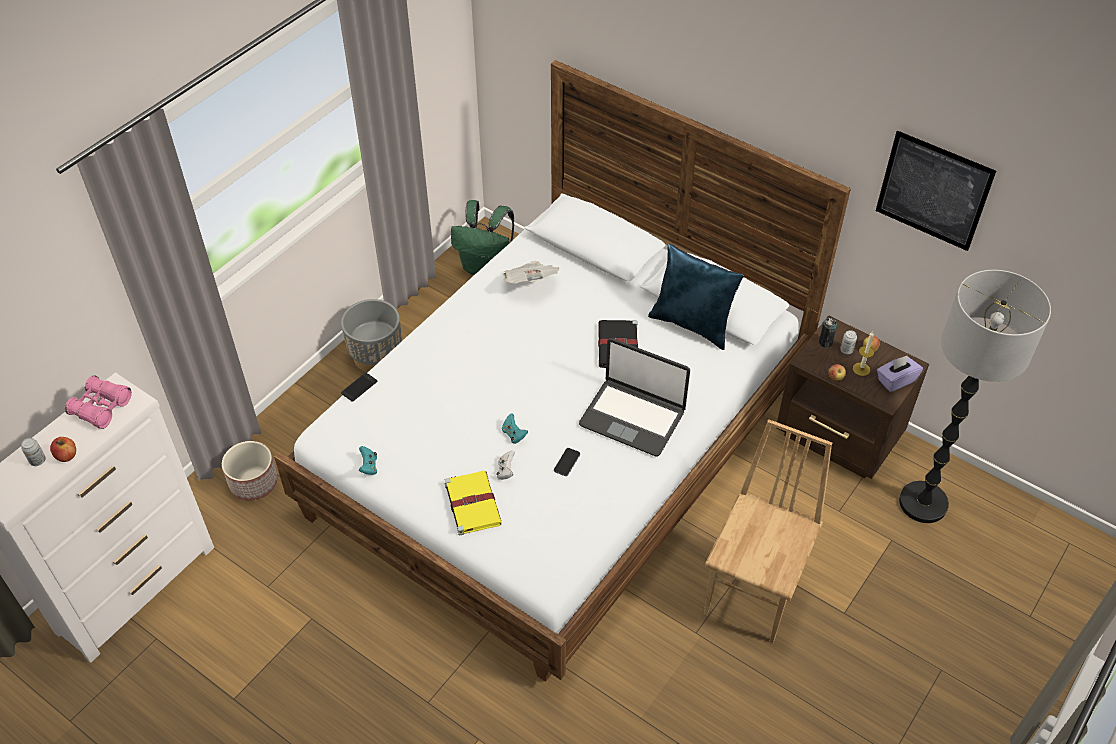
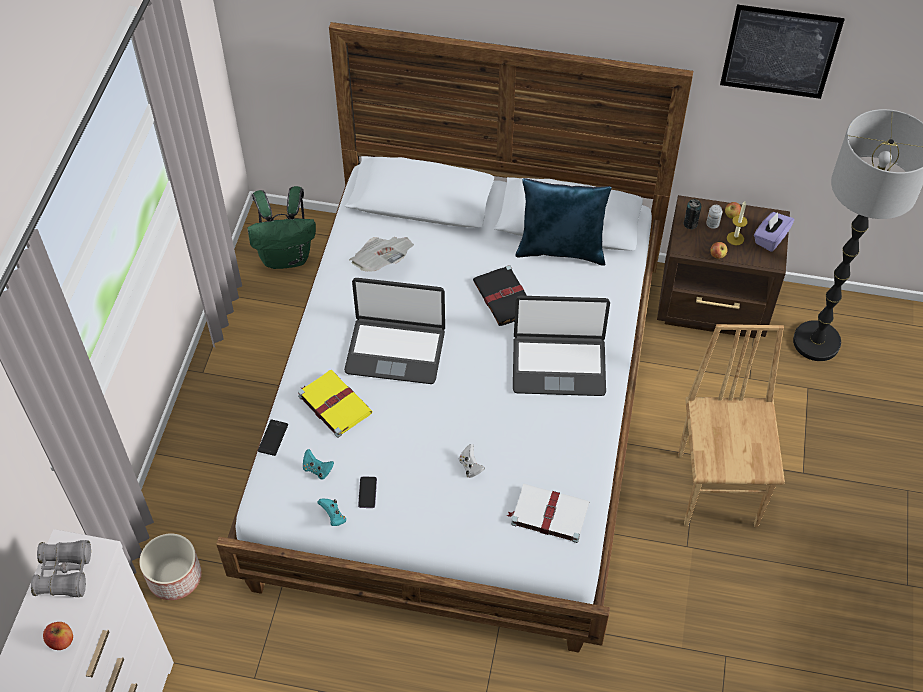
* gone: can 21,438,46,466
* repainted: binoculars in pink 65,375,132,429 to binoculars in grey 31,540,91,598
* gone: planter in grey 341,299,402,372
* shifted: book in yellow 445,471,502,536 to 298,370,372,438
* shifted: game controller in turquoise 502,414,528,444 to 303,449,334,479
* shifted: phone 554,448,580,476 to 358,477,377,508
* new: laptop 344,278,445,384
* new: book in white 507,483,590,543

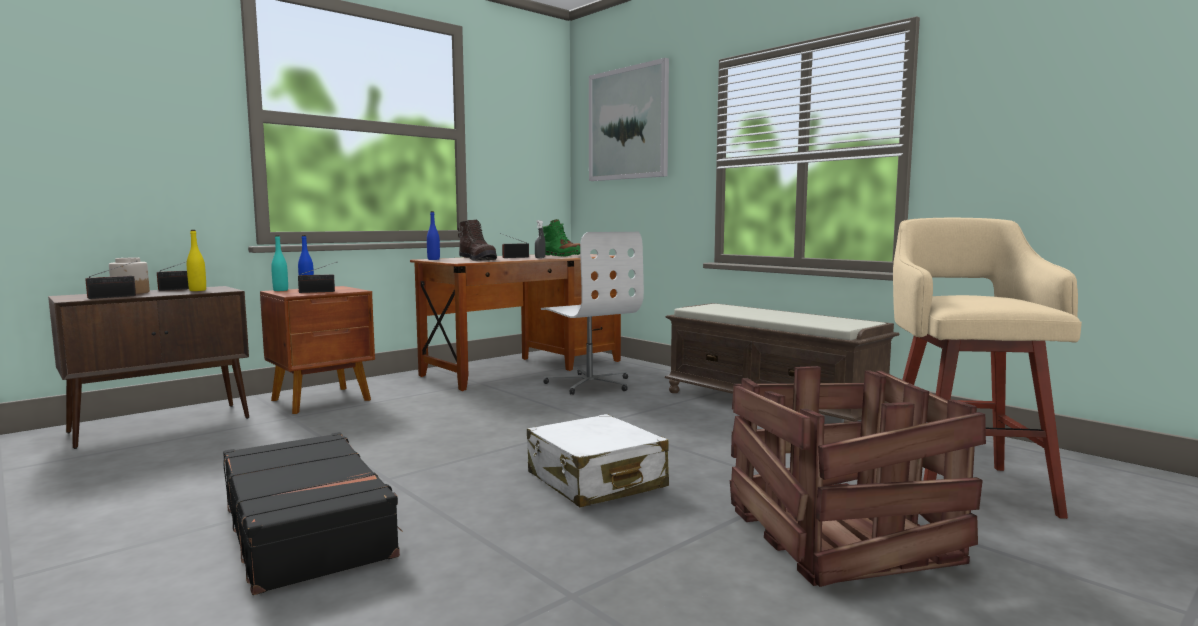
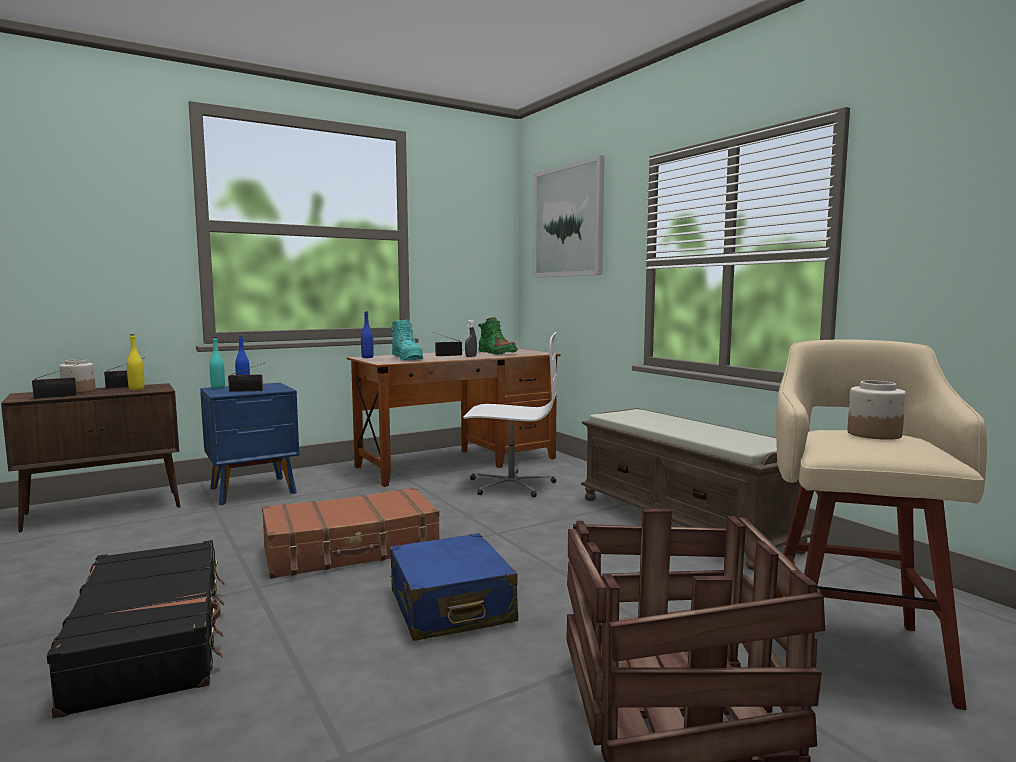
* repainted: nightstand in brown 260,286,375,414 to nightstand in blue 200,383,299,505
* repainted: boot in brown 458,220,497,261 to boot in turquoise 391,319,423,360
* repainted: suitcase in white 527,414,669,507 to suitcase in blue 390,533,518,641
* rotated: office chair in white 541,232,644,395 = 463,332,557,497 60 degrees counterclockwise
* new: suitcase in brown 262,487,439,579
* new: jar 847,381,906,440

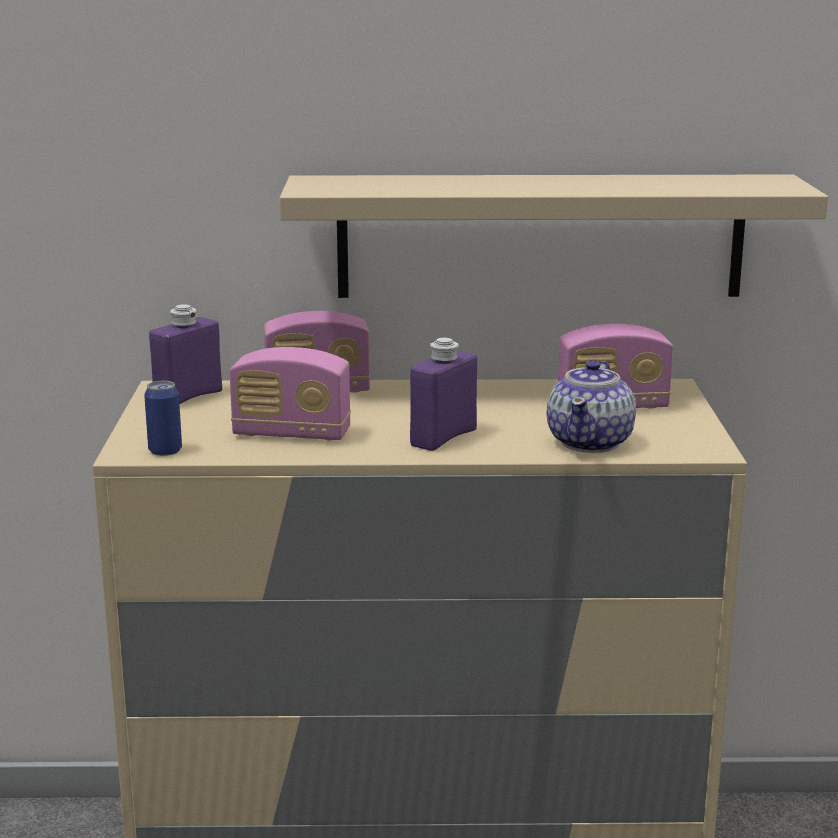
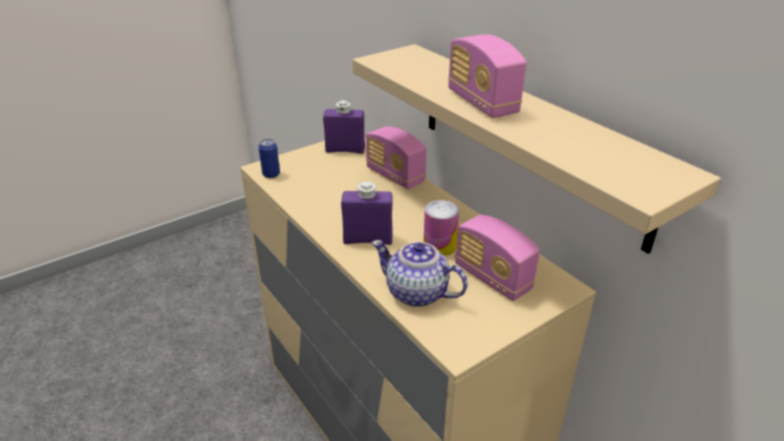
* shifted: radio 229,347,351,440 to 448,34,526,118
* rotated: teapot 547,360,636,453 = 372,240,468,307 45 degrees clockwise
* new: can 424,200,459,256

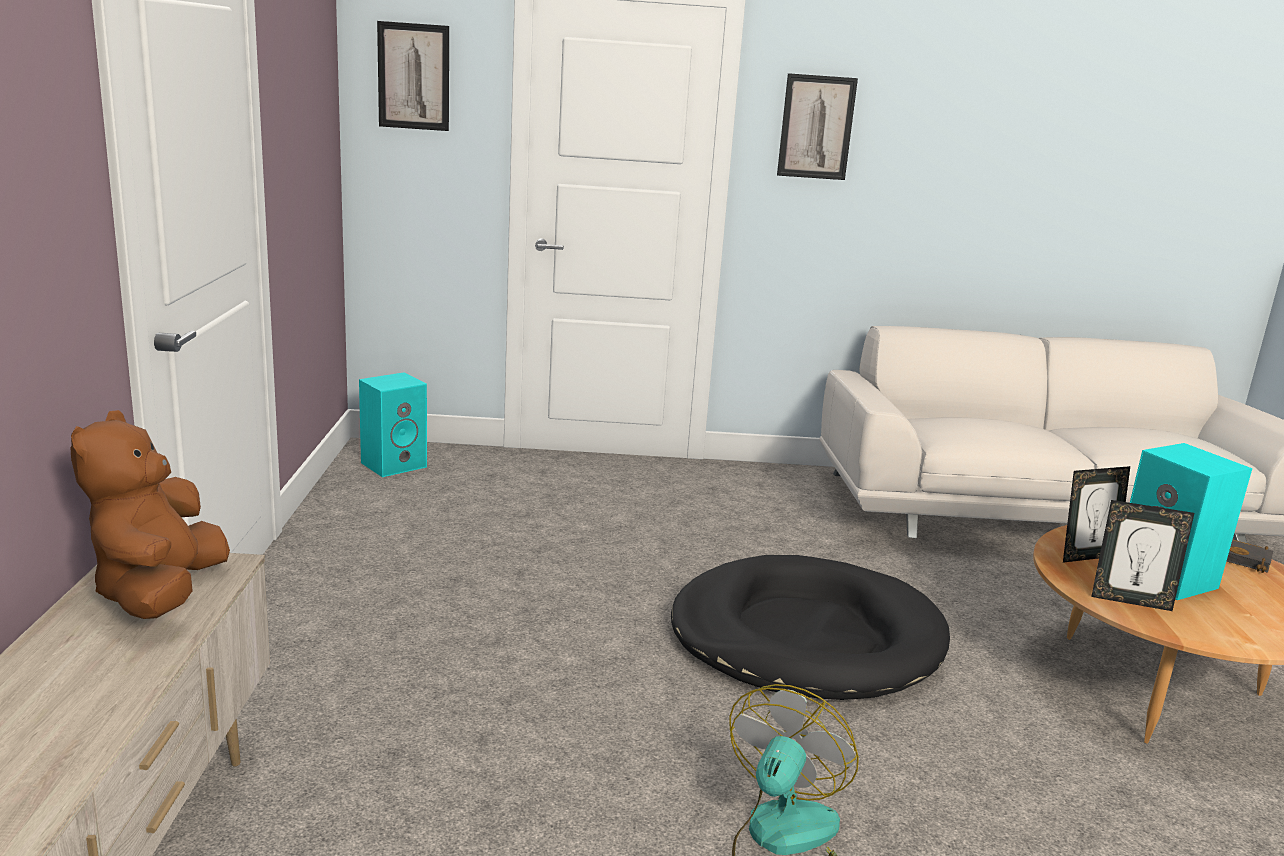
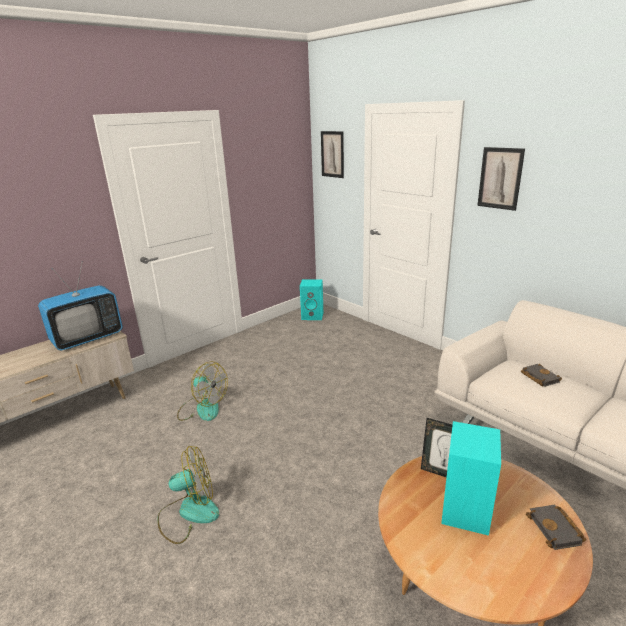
* swapped: plush toy in brown 70,410,230,619 to television 38,261,123,351
* gone: dog bed in black 671,555,950,700
* gone: picture frame 1091,500,1194,611
* new: fan 177,361,228,421
* new: book in black 521,364,562,387

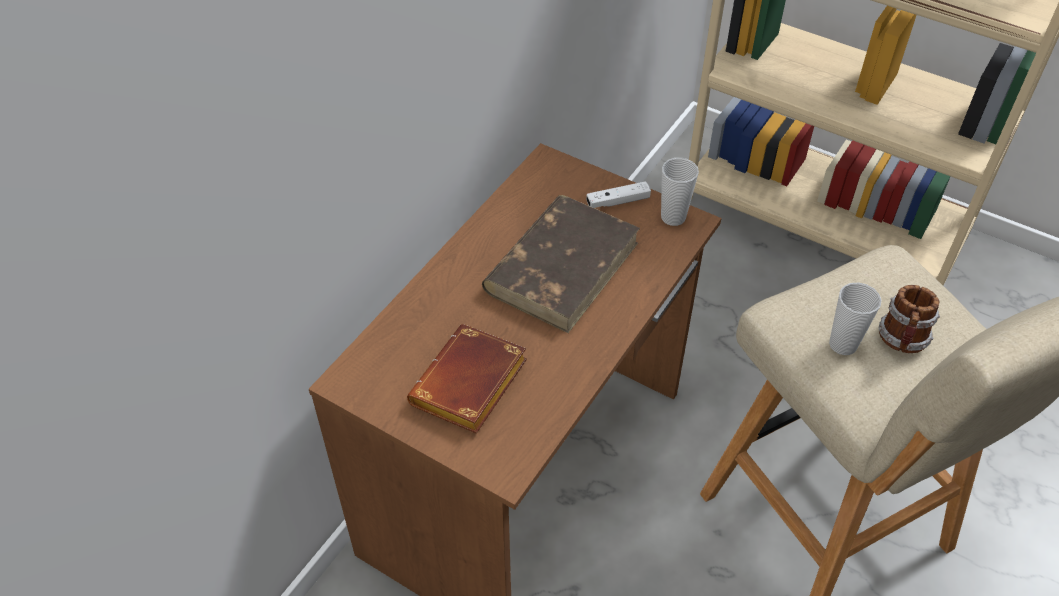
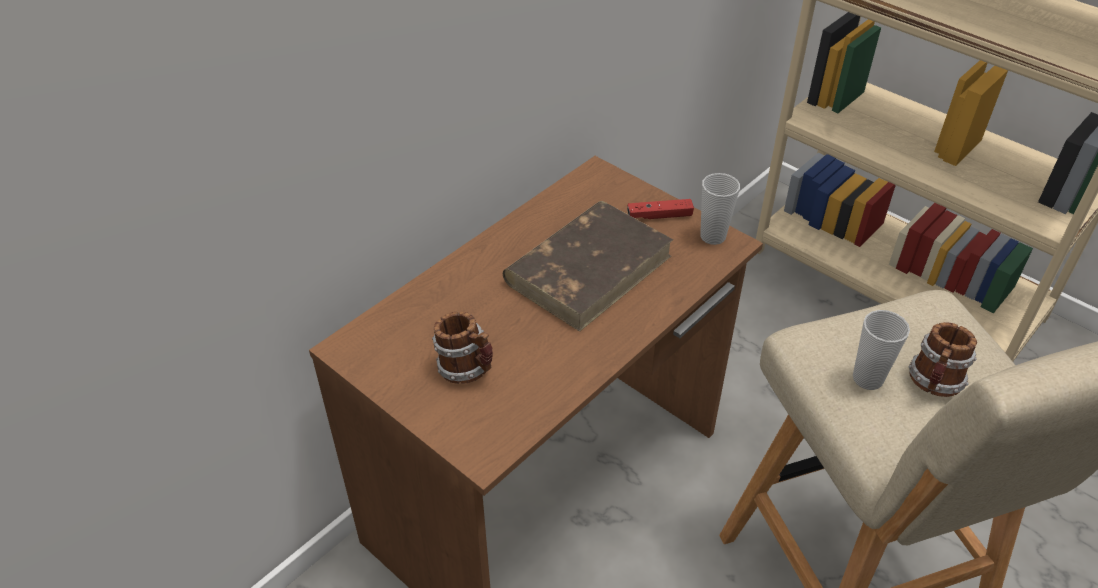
* swapped: book in brown 407,324,527,434 to mug 432,311,493,384
* repainted: game controller in white 586,181,651,208 to game controller in red 627,199,694,219

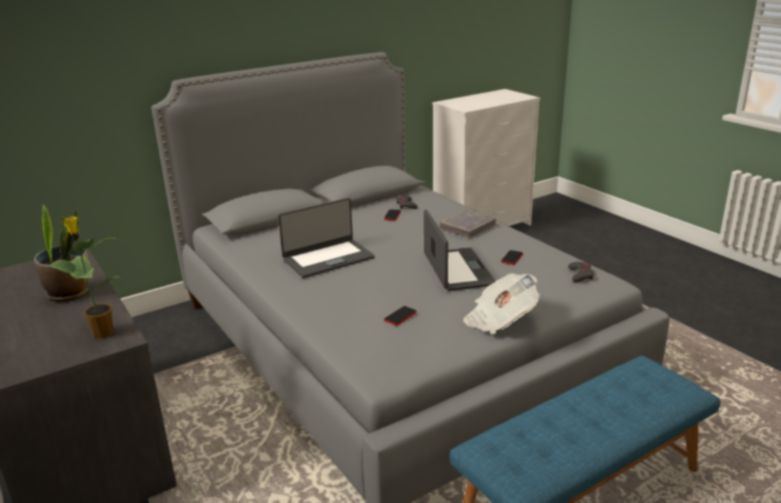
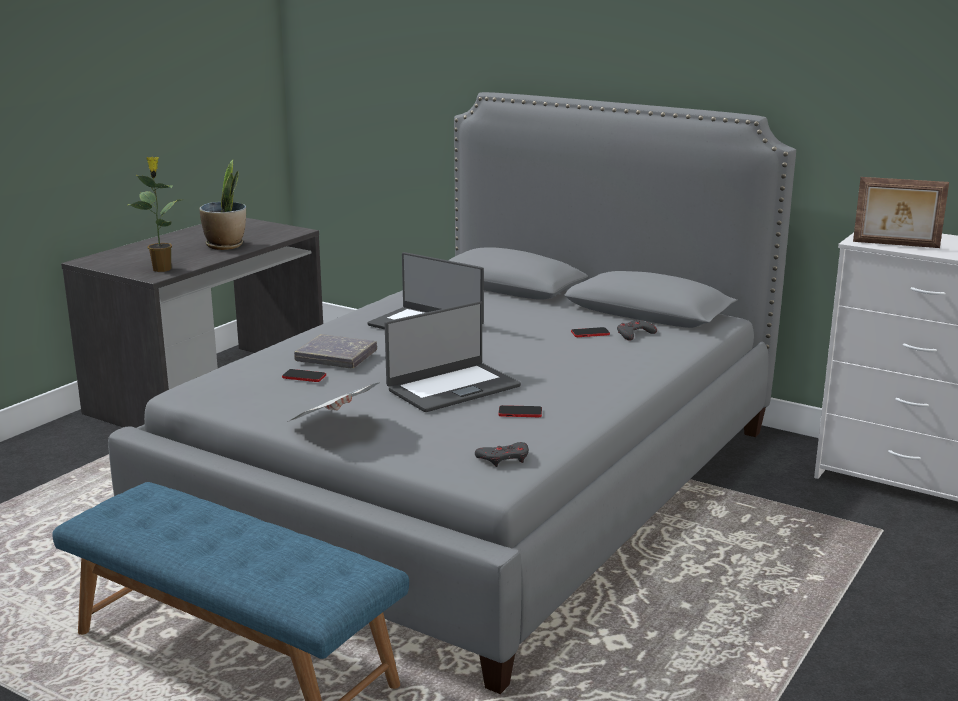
* shifted: book in grey 440,210,496,237 to 294,334,377,368
* new: picture frame 853,177,949,248

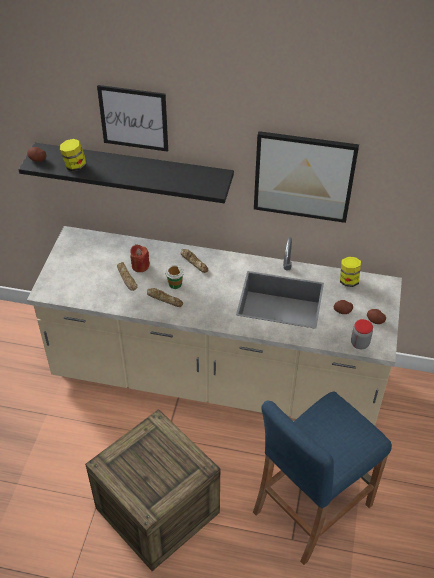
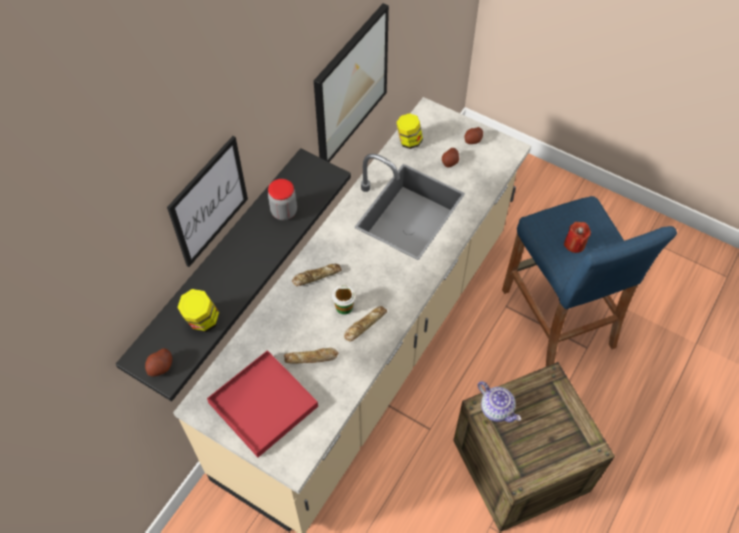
* shifted: candle in red 130,244,150,272 to 564,222,591,253
* shifted: jar 351,319,373,349 to 268,179,297,220
* new: tray in red 207,350,318,457
* new: teapot 478,381,521,422

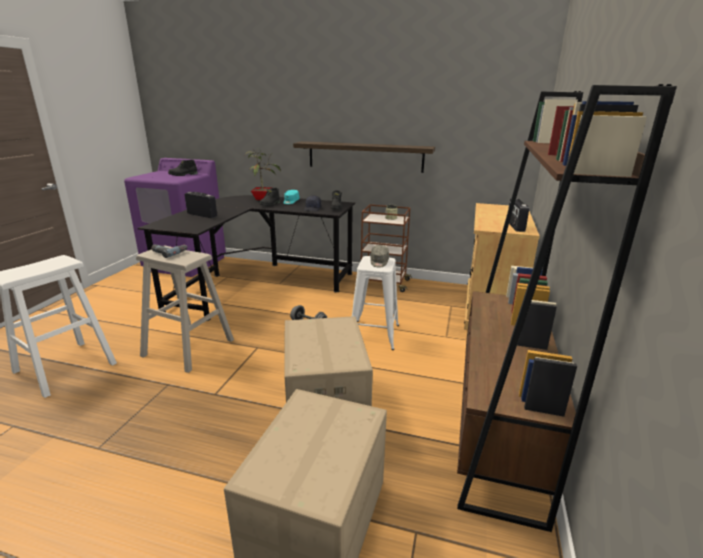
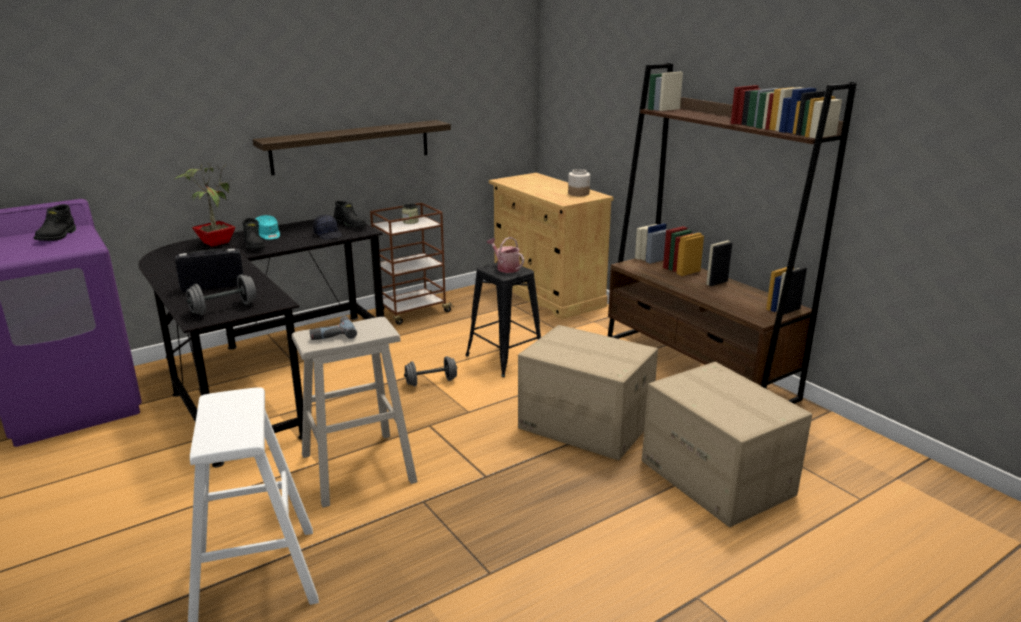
* repainted: stool in white 352,256,399,350 to stool in black 465,262,541,377
* swapped: cap in grey 371,245,389,267 to watering can 487,237,524,273
* swapped: radio 508,198,529,232 to jar 568,169,590,196
* new: dumbbell in grey 186,274,257,315

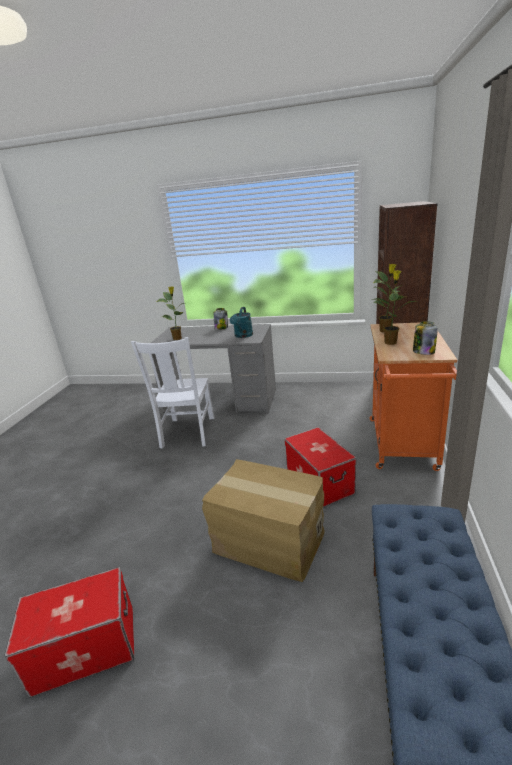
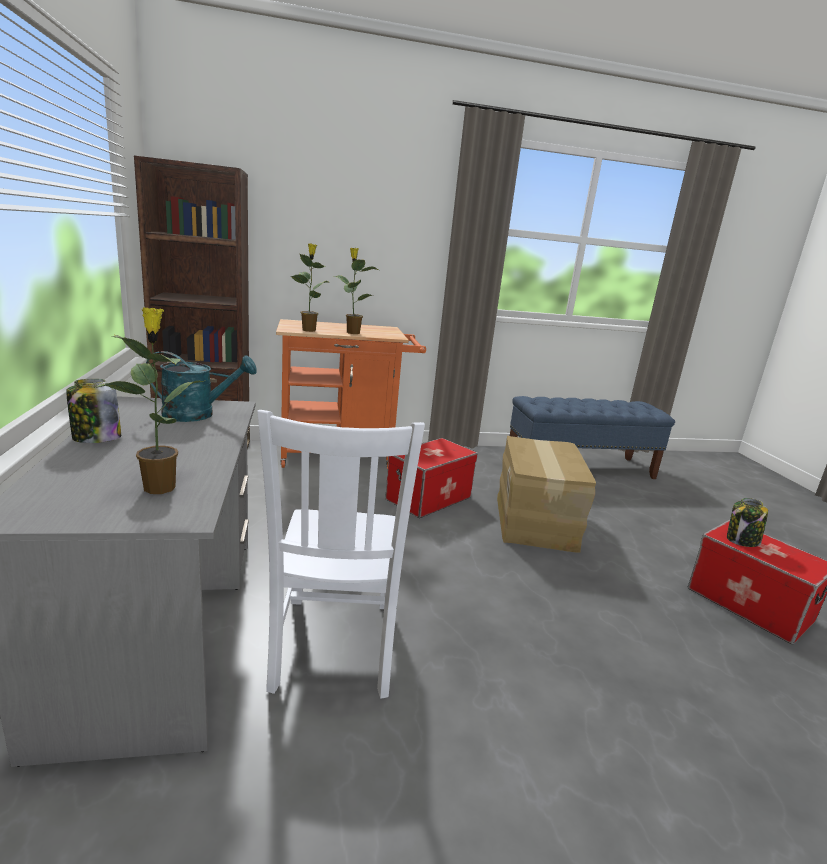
* rotated: chair in white 131,337,214,448 = 257,410,425,699 105 degrees clockwise
* shifted: jar 413,321,438,355 to 727,498,768,547

